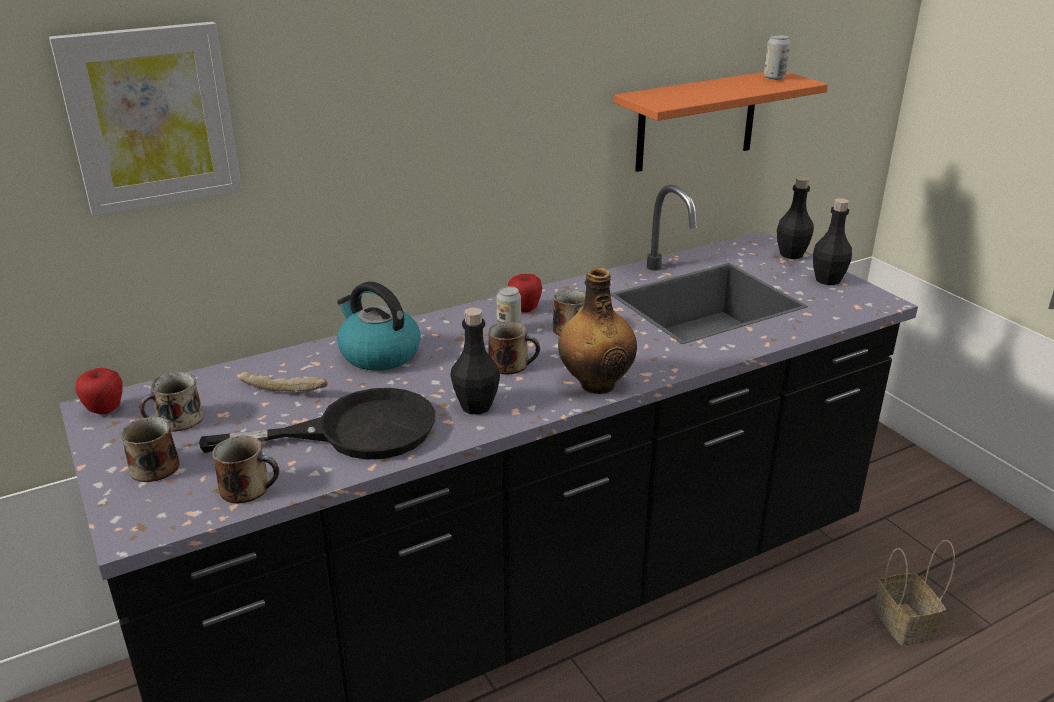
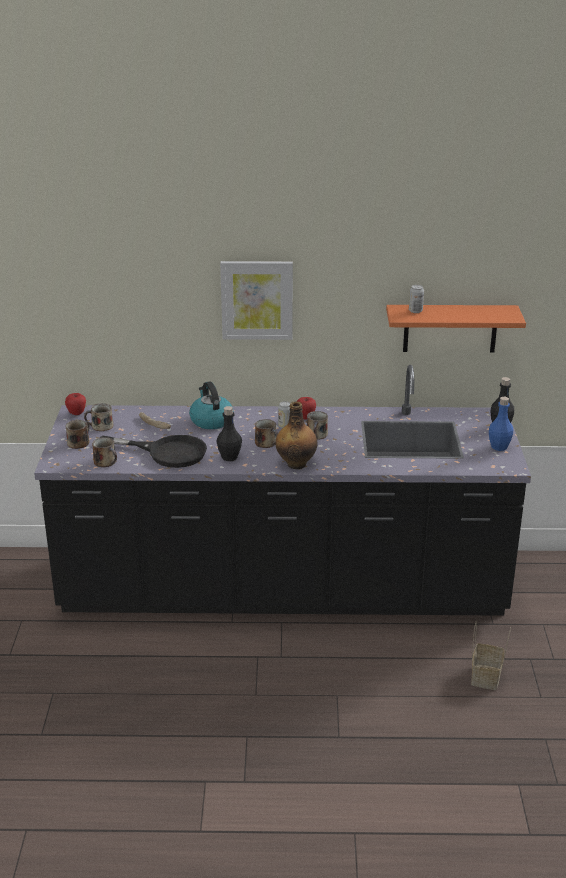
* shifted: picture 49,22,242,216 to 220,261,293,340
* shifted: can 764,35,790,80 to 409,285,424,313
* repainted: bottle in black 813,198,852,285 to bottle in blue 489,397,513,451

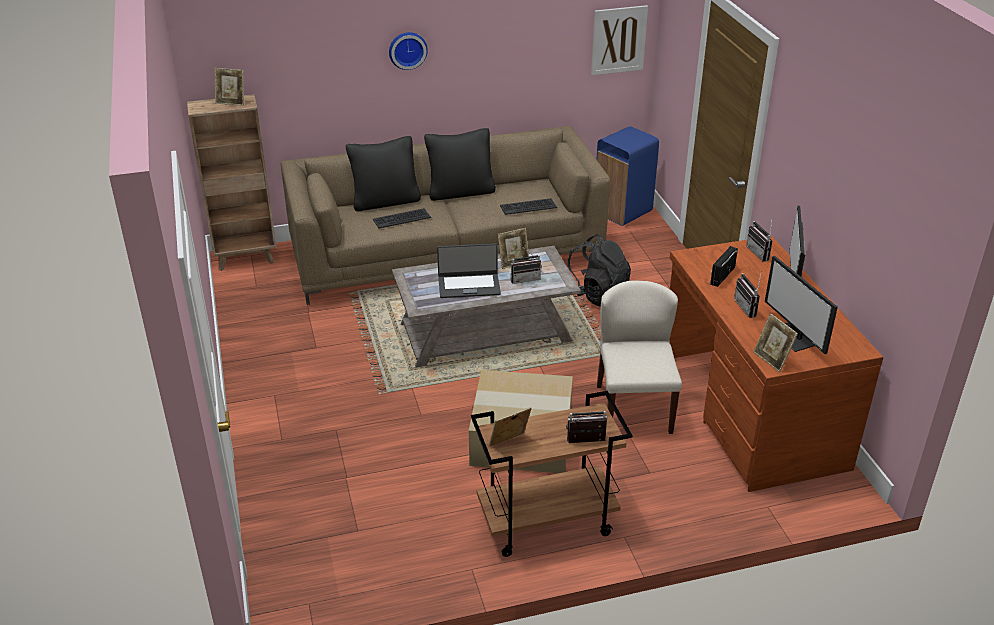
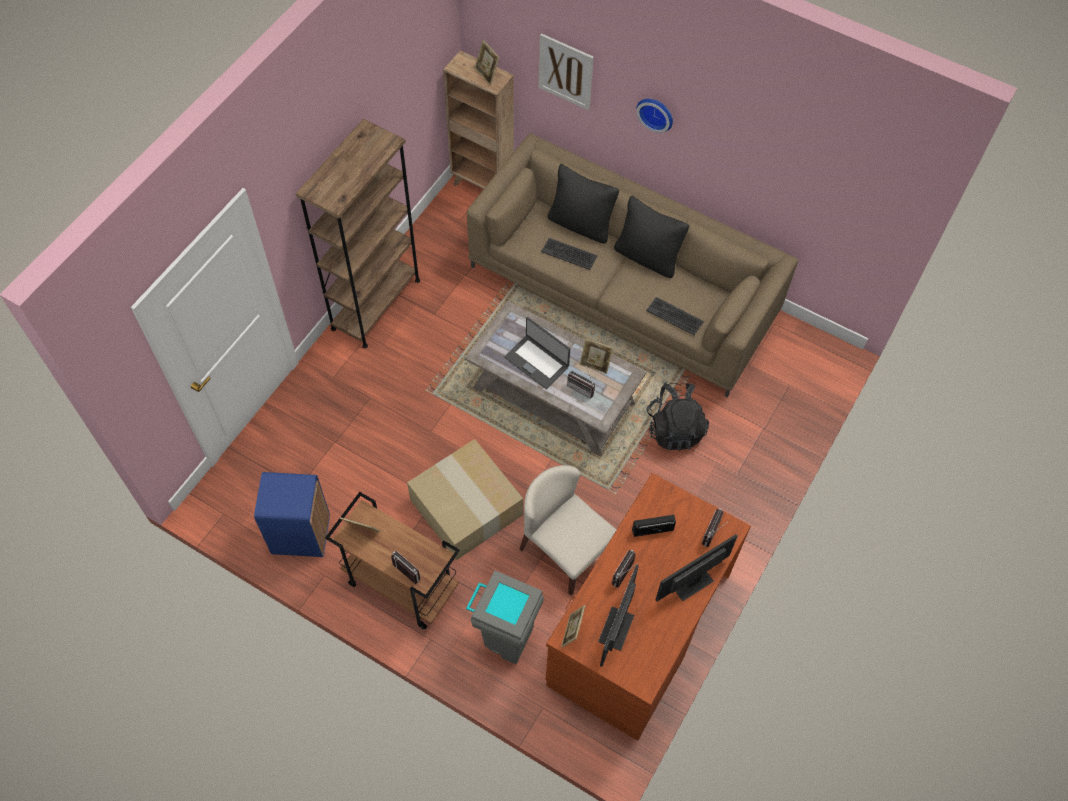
* shifted: picture 591,5,648,75 to 539,33,594,110
* shifted: trash can in blue 596,126,659,226 to 254,472,330,557
* rotated: chair in beige 597,280,682,434 = 520,465,617,595 90 degrees counterclockwise
* new: bookcase in brown 296,119,420,348
* new: trash can in grey 466,570,544,664

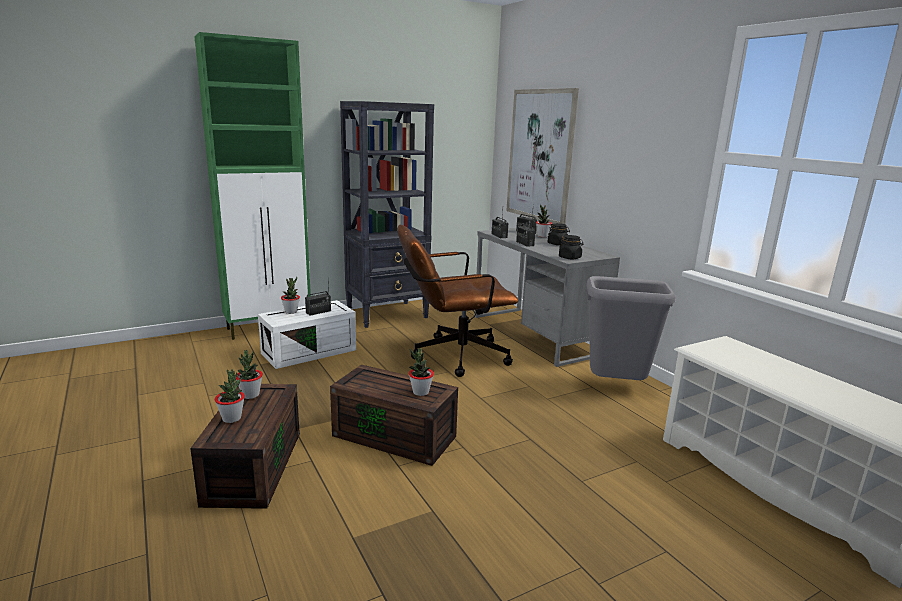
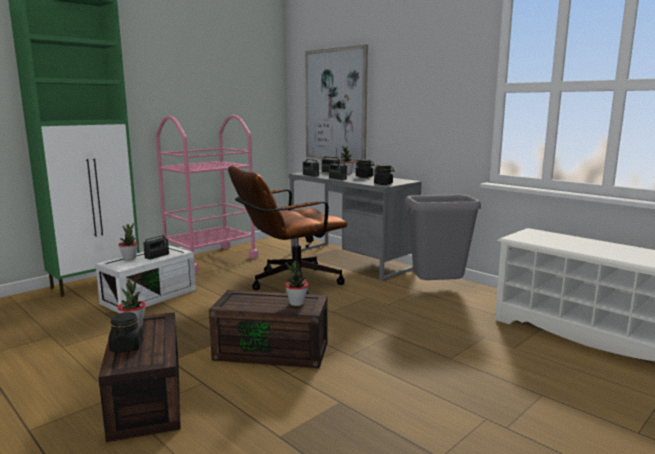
* swapped: potted plant 215,369,245,423 to jar in black 108,312,143,352
* swapped: bookcase in black 340,101,434,328 to cart in pink 156,115,258,274

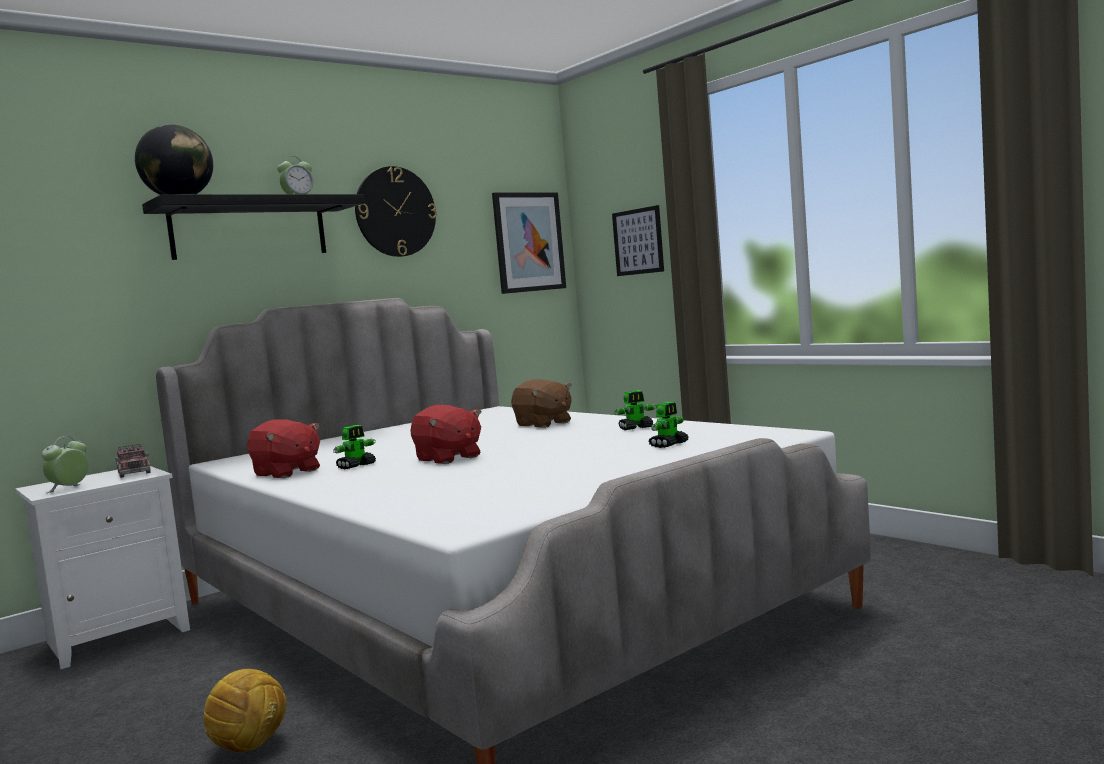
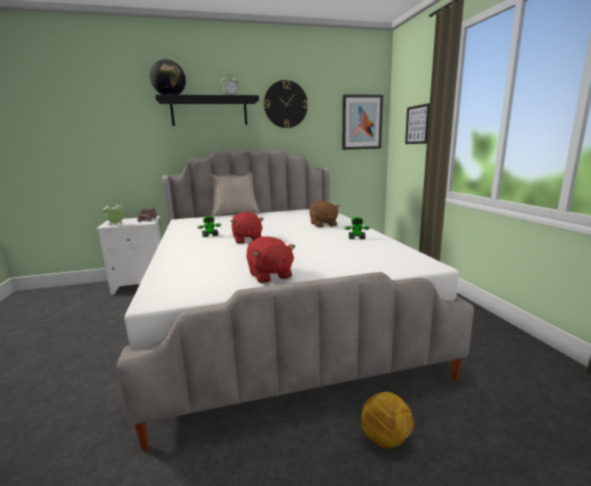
* shifted: football 204,669,286,752 to 361,392,414,448
* shifted: plush toy in red 247,419,320,478 to 246,236,296,284
* gone: toy robot 648,402,689,448
* new: pillow in beige 210,171,260,217

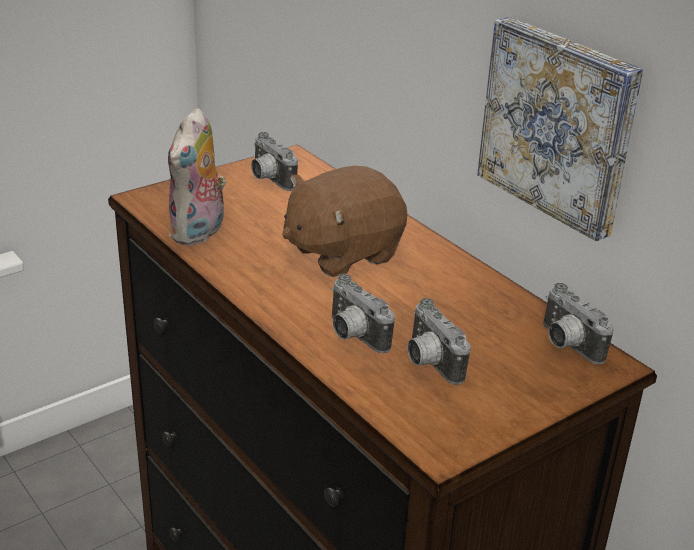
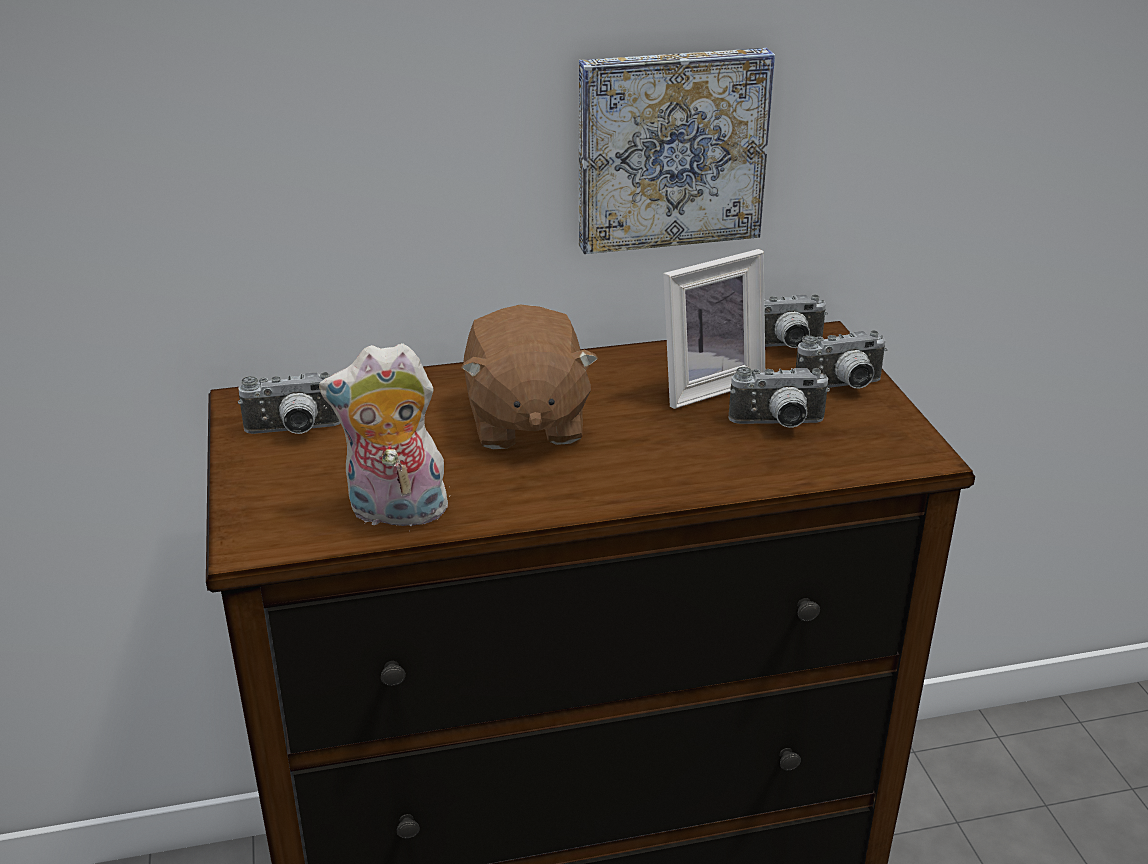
* rotated: plush toy 168,108,226,246 = 319,343,452,532 135 degrees clockwise
* shifted: photo camera 331,274,395,353 to 796,330,887,389
* new: picture frame 663,249,765,409

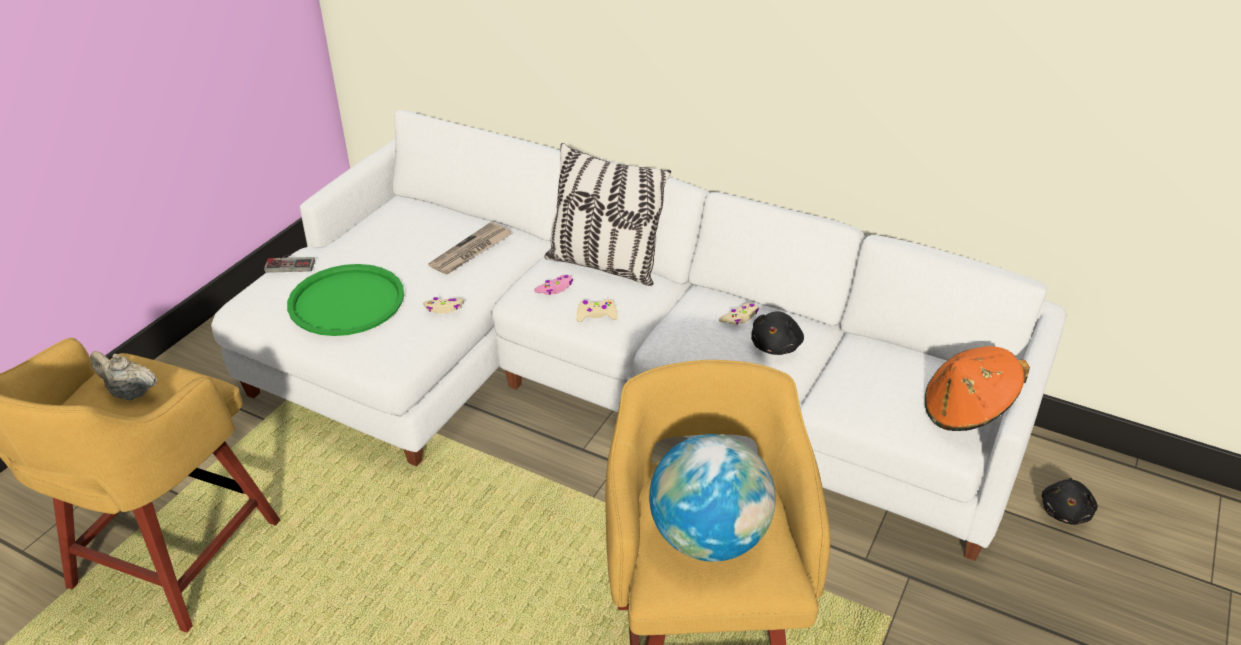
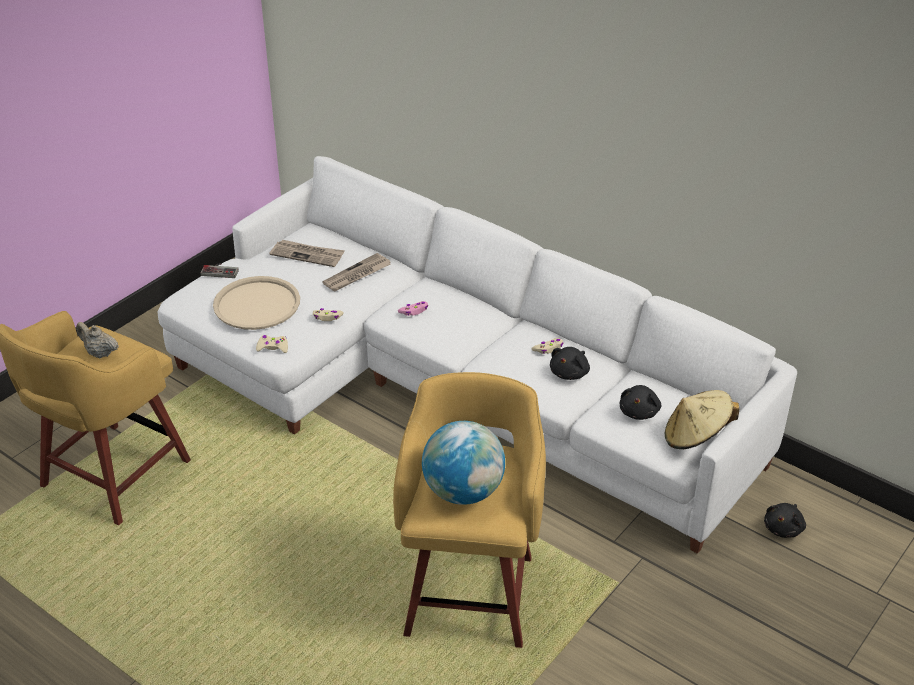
* repainted: tray in green 287,264,404,336 to tray in beige 213,276,300,330
* gone: pillow 544,143,671,286
* shifted: game controller in beige 577,299,618,322 to 256,335,288,353
* repainted: hat in orange 925,346,1030,431 to hat in beige 665,390,739,449
* new: newspaper 269,240,345,267
* new: plush toy in black 620,385,661,420

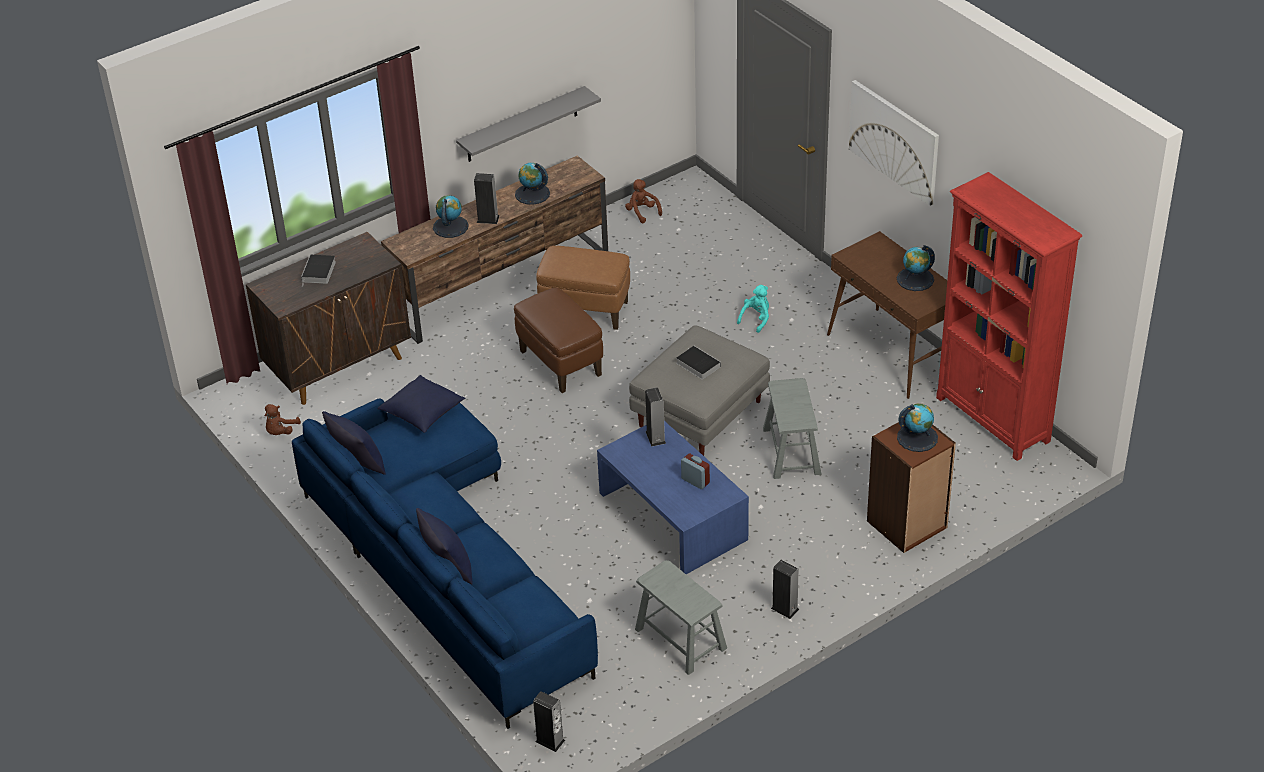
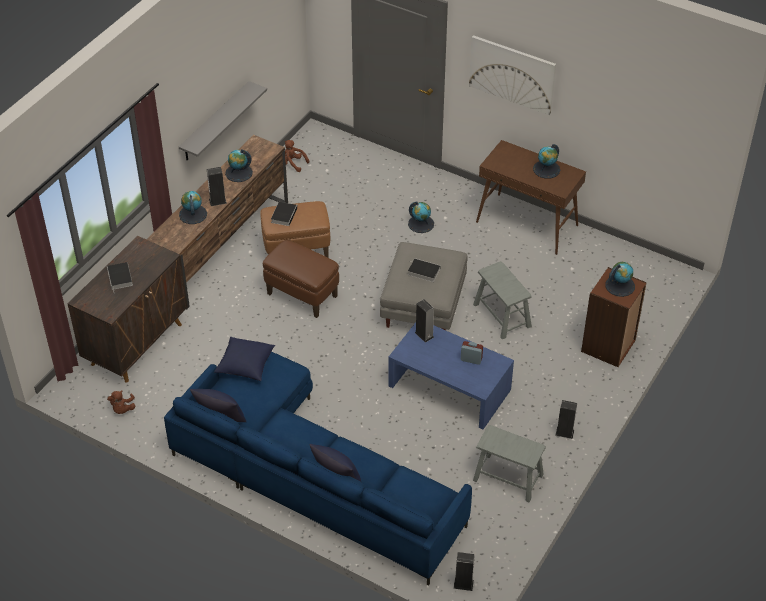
* swapped: plush toy in turquoise 737,285,769,333 to globe 408,201,434,233
* gone: bookcase in red 936,172,1082,461
* new: book 271,202,297,226

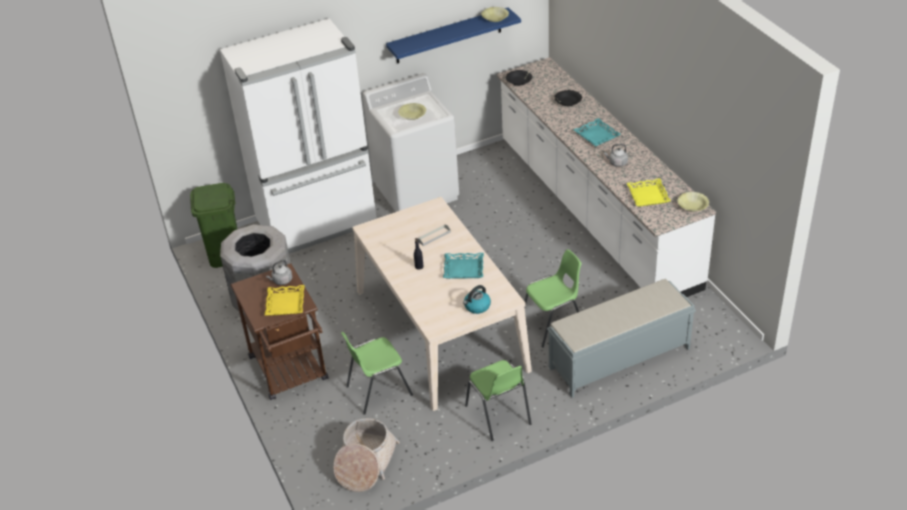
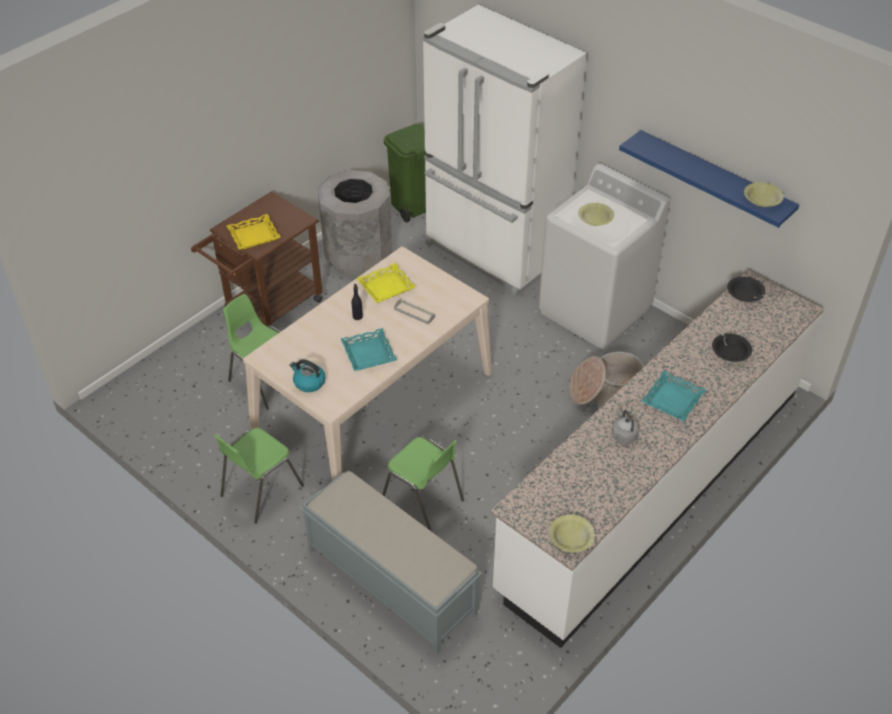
* gone: kettle in grey 266,260,292,285
* shifted: basket 333,418,400,492 to 570,352,644,410
* shifted: tray in yellow 627,178,671,207 to 356,263,416,303

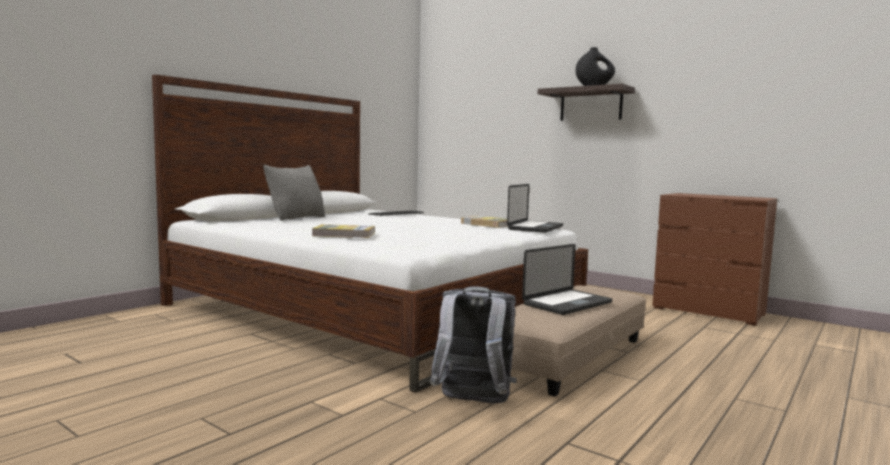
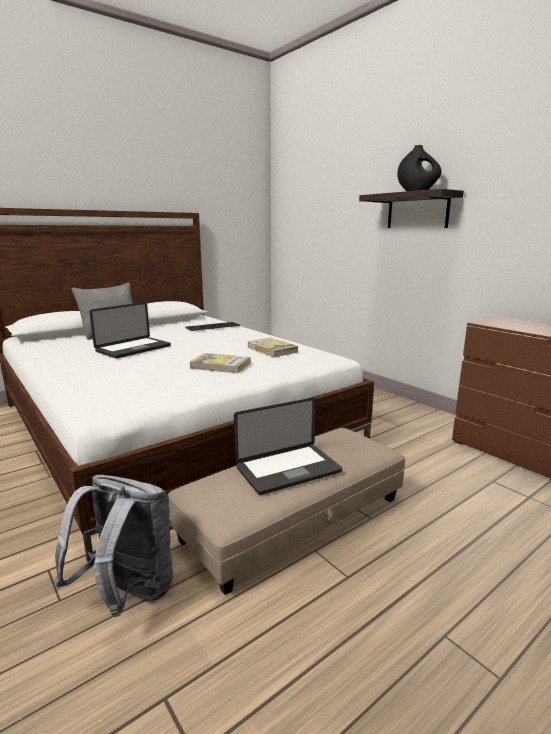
* shifted: book 312,224,375,238 to 190,353,251,373
* shifted: laptop 507,184,563,233 to 90,302,171,358

